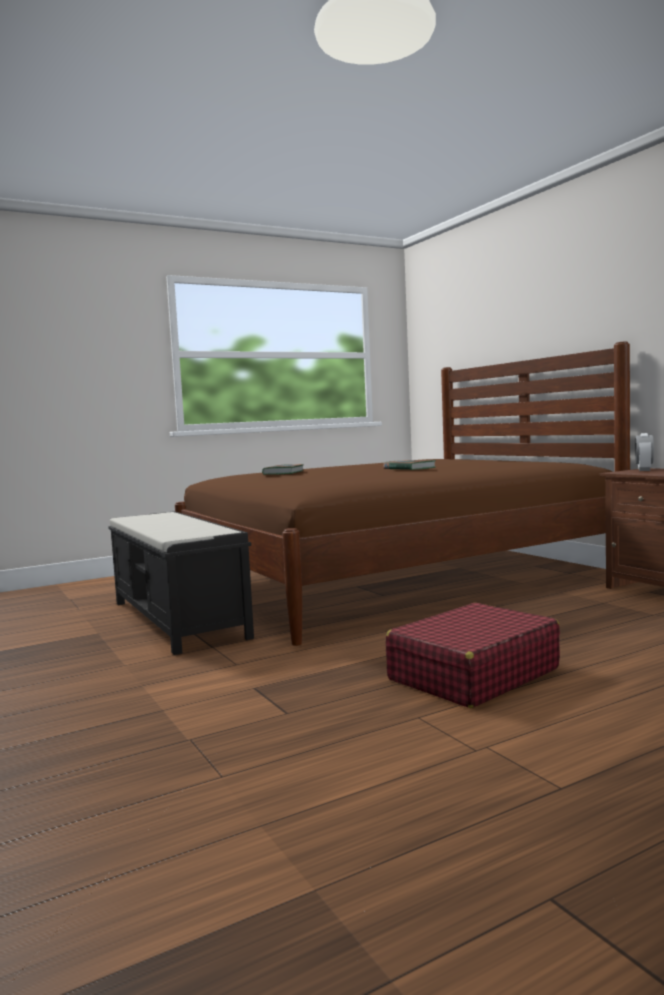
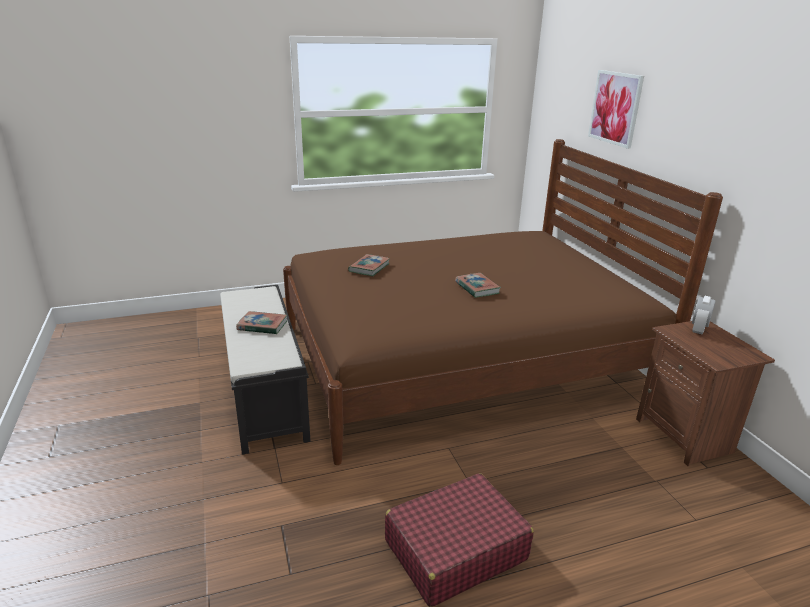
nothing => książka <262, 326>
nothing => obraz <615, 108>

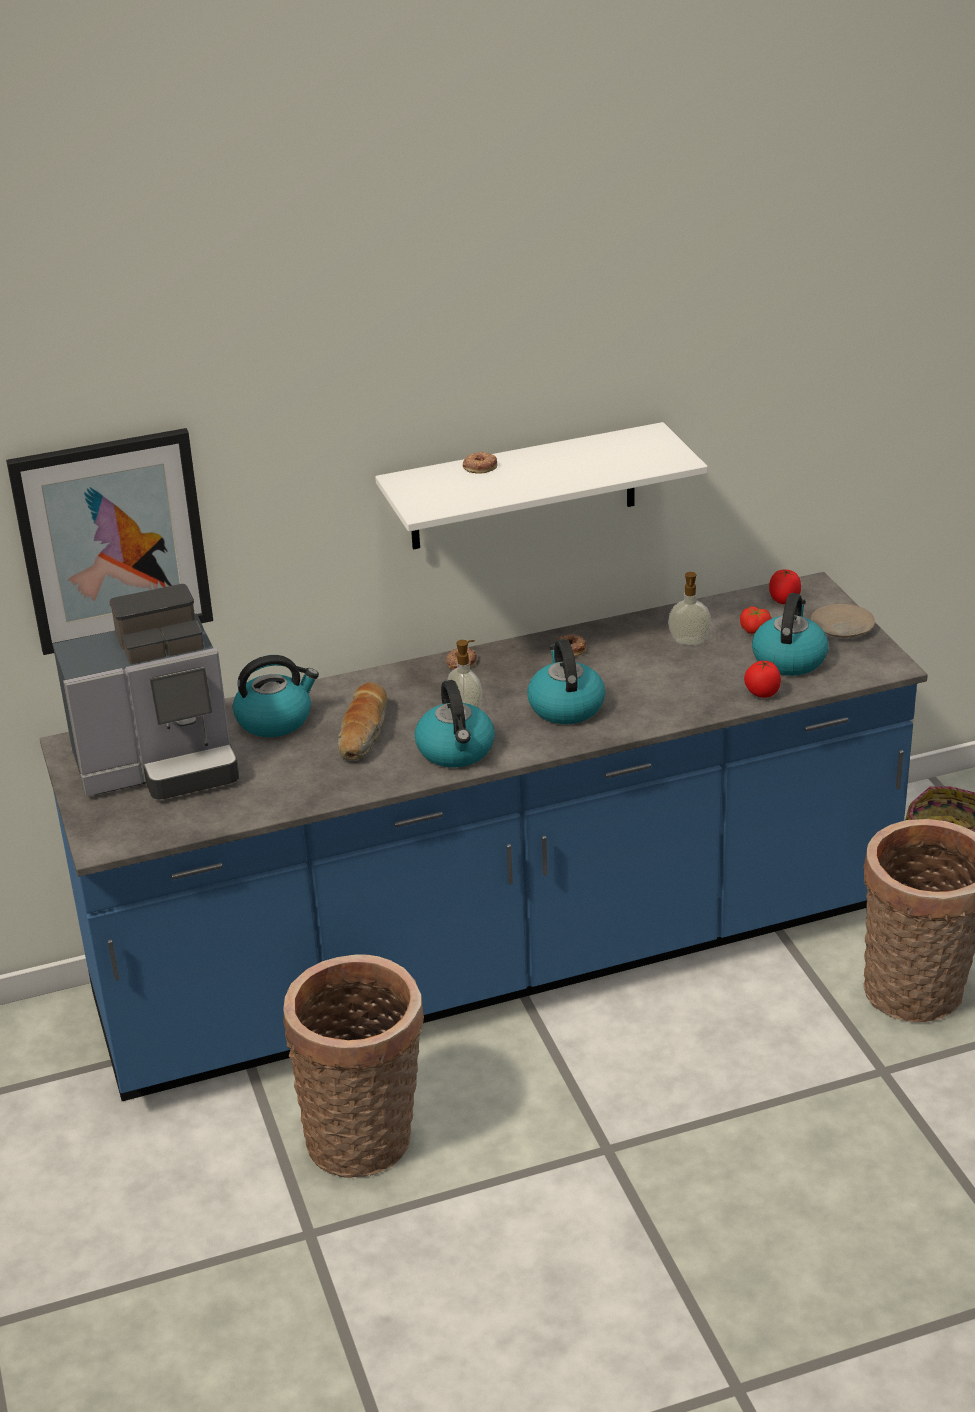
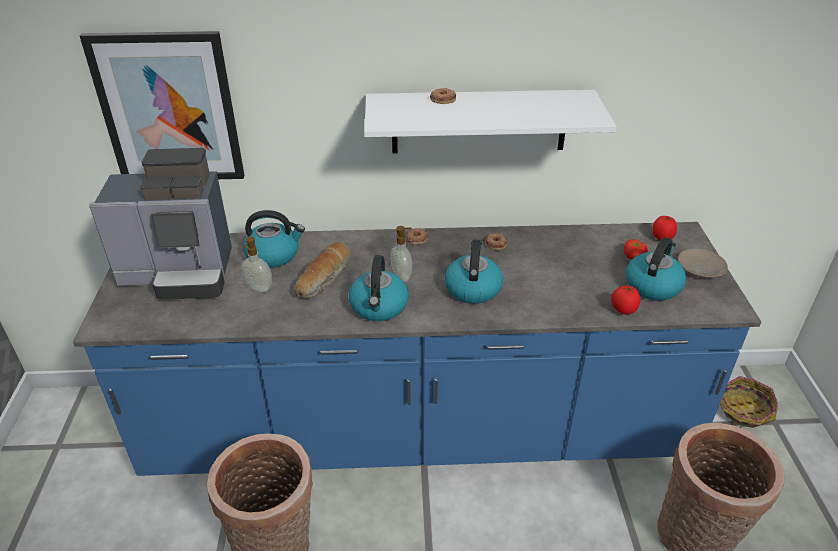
dozownik mydła <689, 642> => dozownik mydła <258, 288>, moved

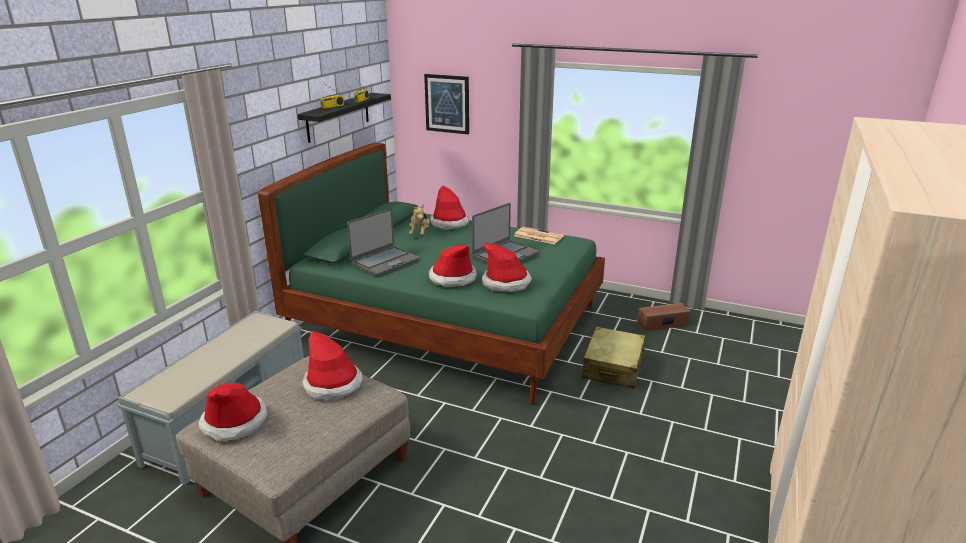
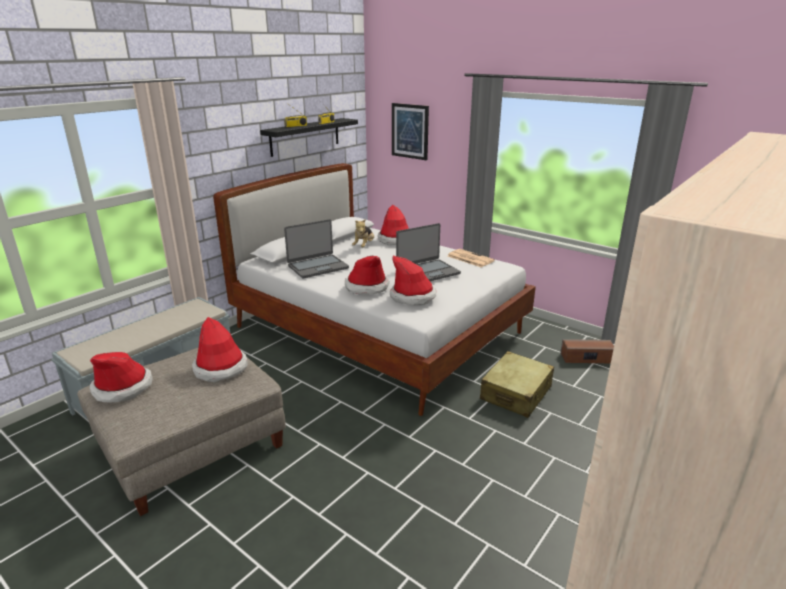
łóżko [zielony] <448, 323> => łóżko [biały] <379, 330>

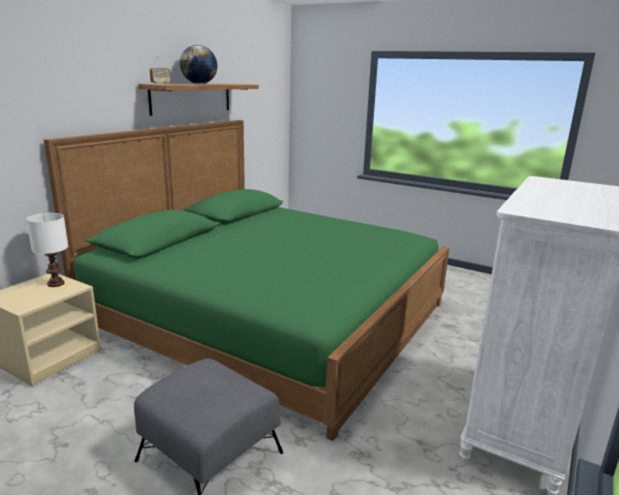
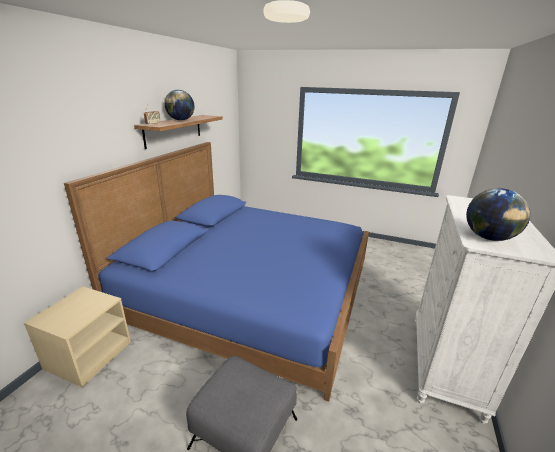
lampa stołowa [biały] <55, 284> => nothing
łóżko [zielony] <270, 315> => łóżko [niebieski] <250, 291>
nothing => globus <488, 237>

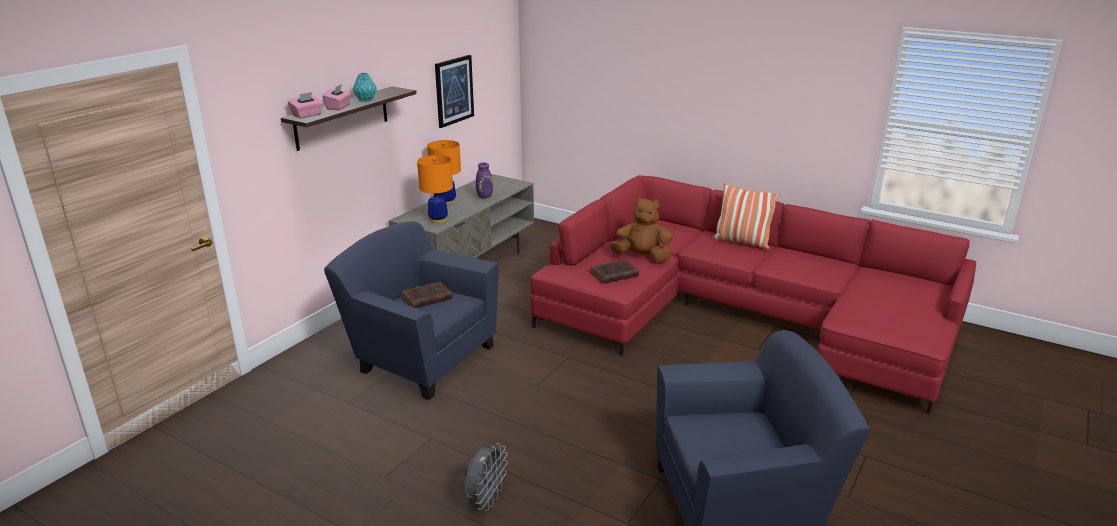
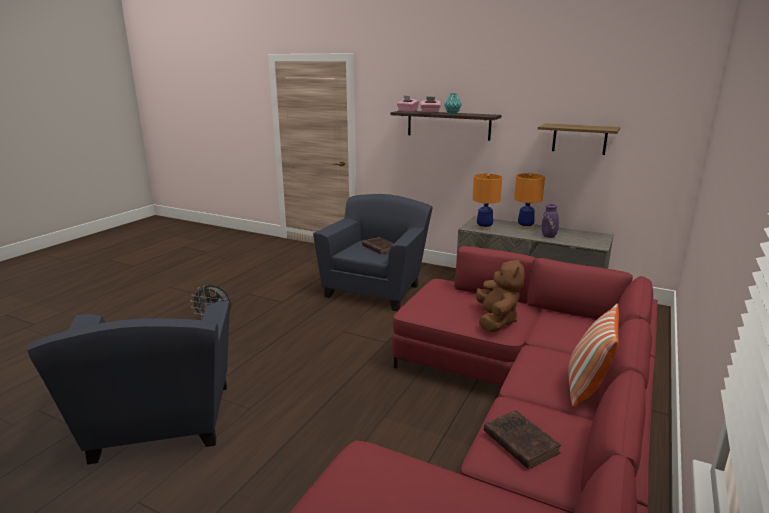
obraz <454, 90> => półka <579, 139>
książka [brązowy] <613, 274> => książka [brązowy] <519, 441>, moved

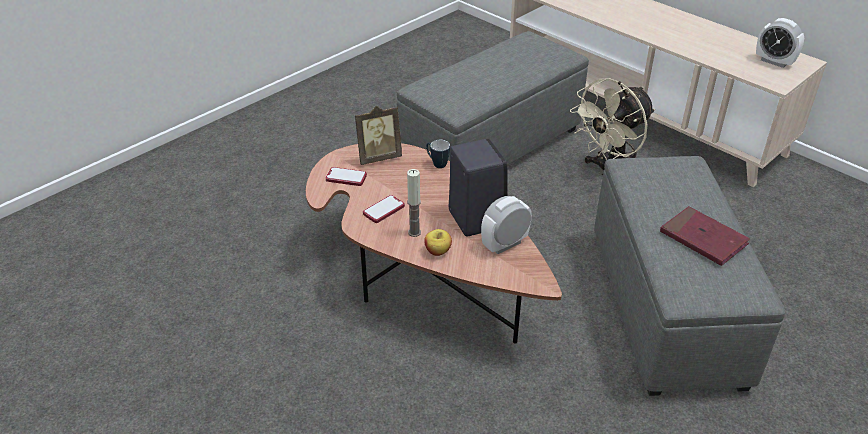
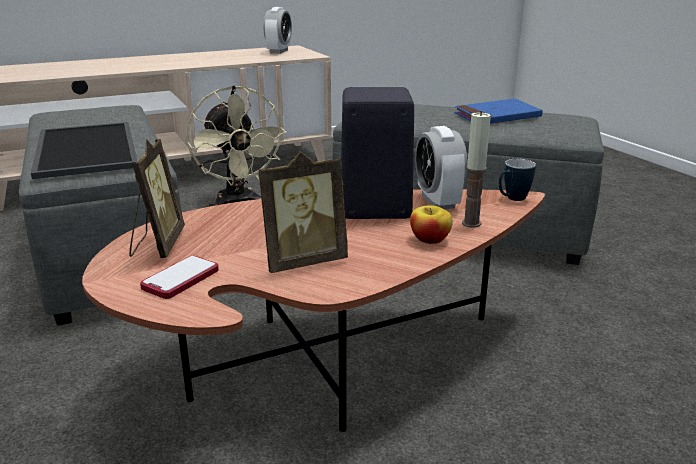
telefon <383, 210> => ramka na zdjęcie <303, 261>
świeca <414, 232> => świeca <471, 223>, moved
kubek <437, 164> => kubek <512, 199>, moved
książka [czerwony] <703, 239> => książka [niebieski] <497, 116>
budzik <774, 61> => budzik <278, 51>, 45 degrees counterclockwise
nothing => taca <83, 149>

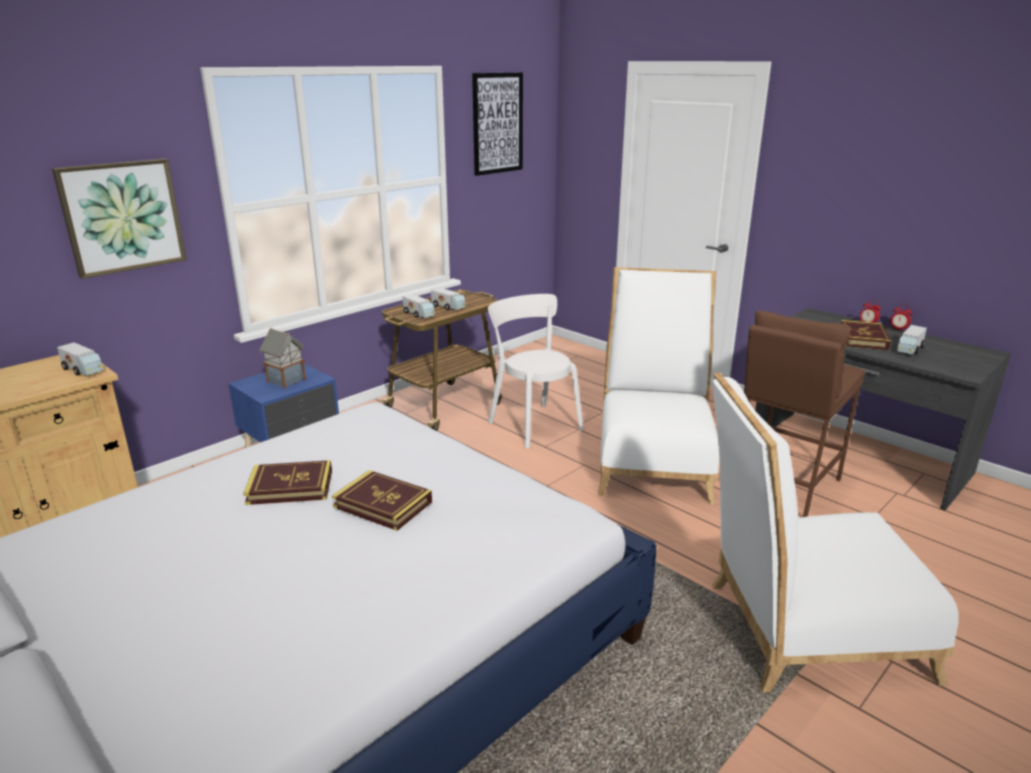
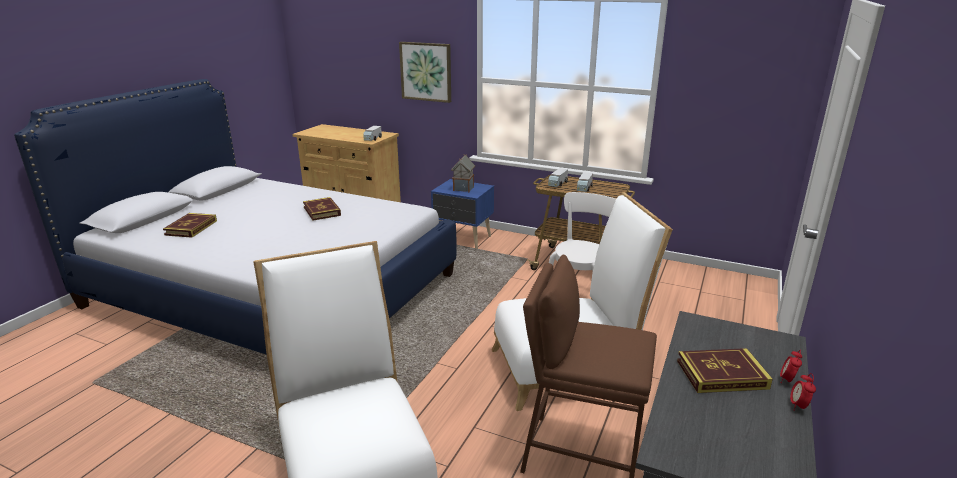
książka <383, 504> => książka <191, 228>, moved
obraz <497, 123> => nothing
ciężarówka zabawkowa <909, 349> => nothing

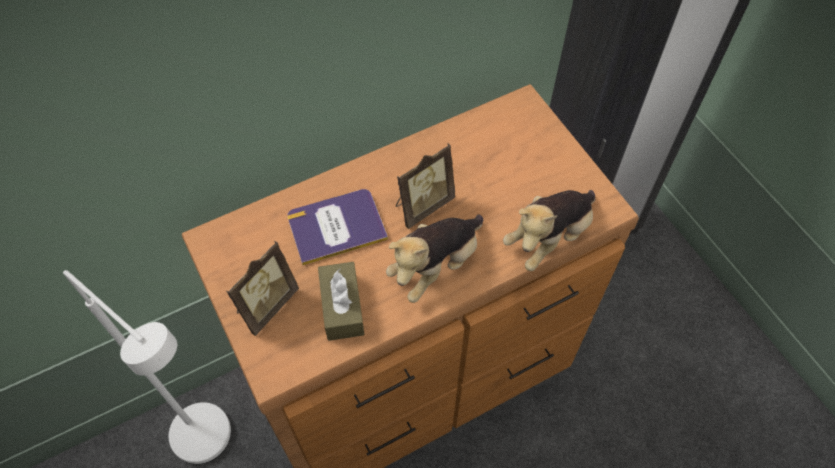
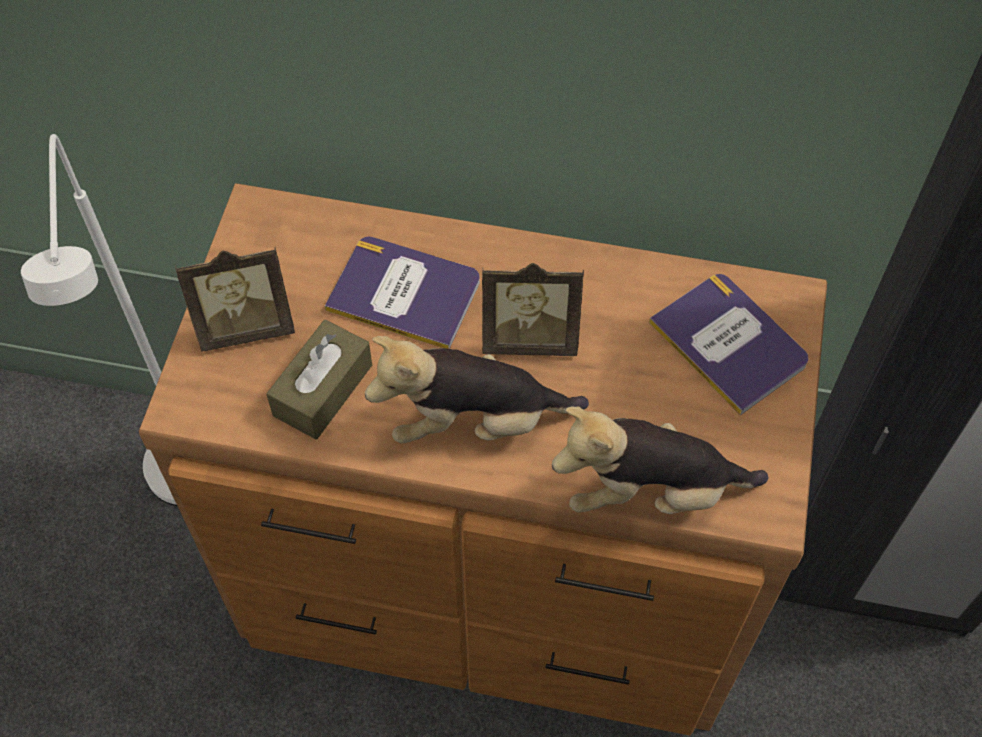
nothing => książka <729, 343>

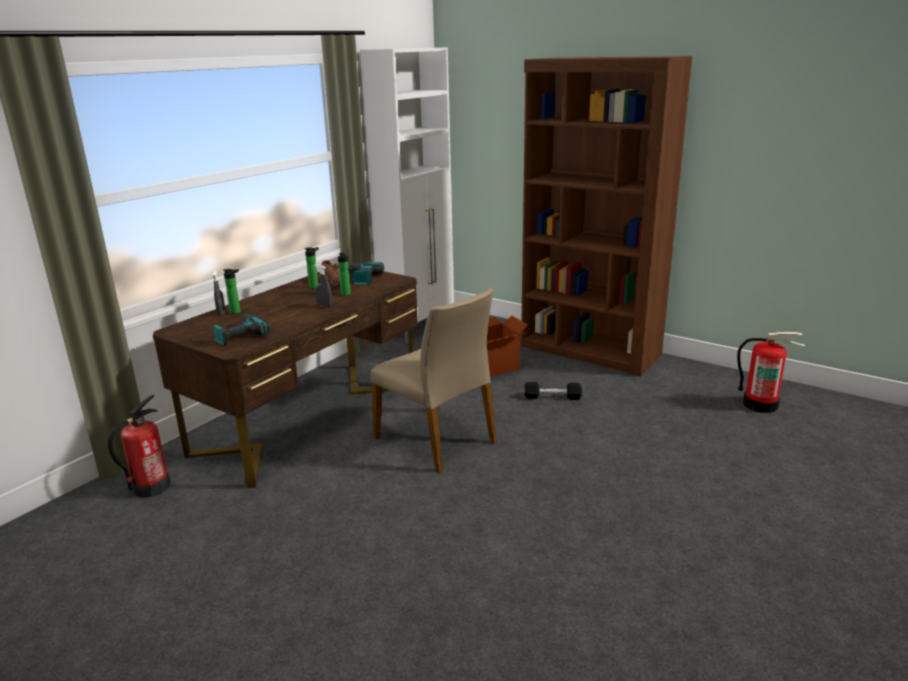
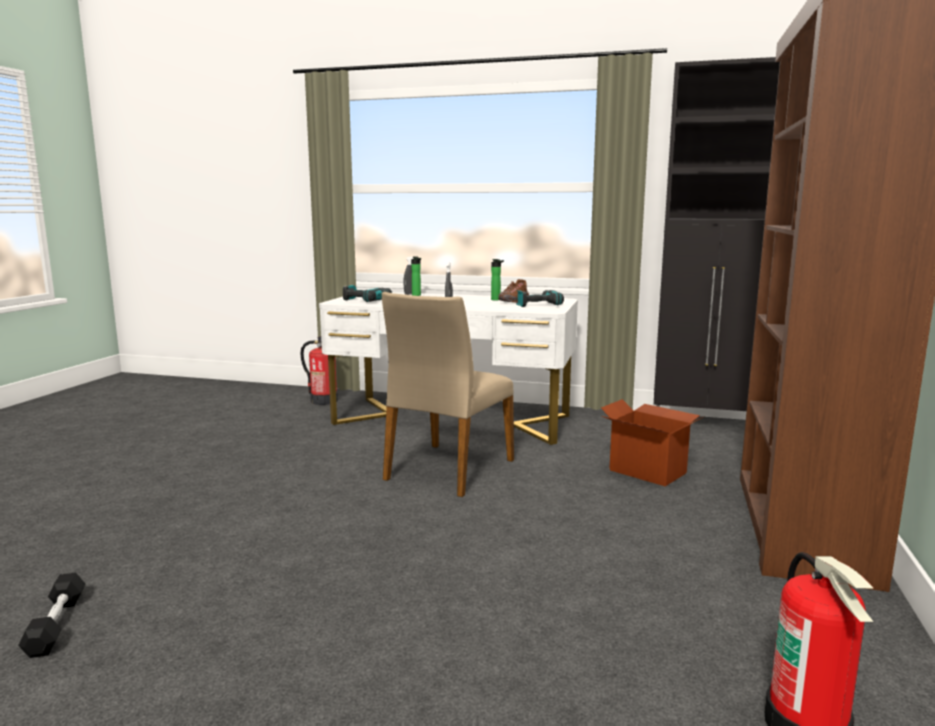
biurko [brązowy] <310, 418> => biurko [biały] <451, 420>
butelka <346, 294> => nothing
szafka [biały] <419, 328> => szafka [czarny] <705, 424>
hantel [czarny] <552, 397> => hantel [czarny] <56, 625>, moved

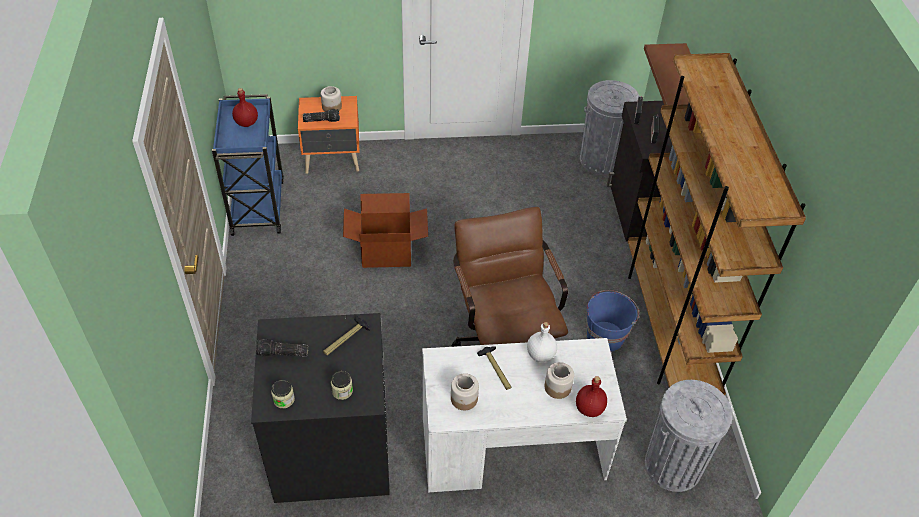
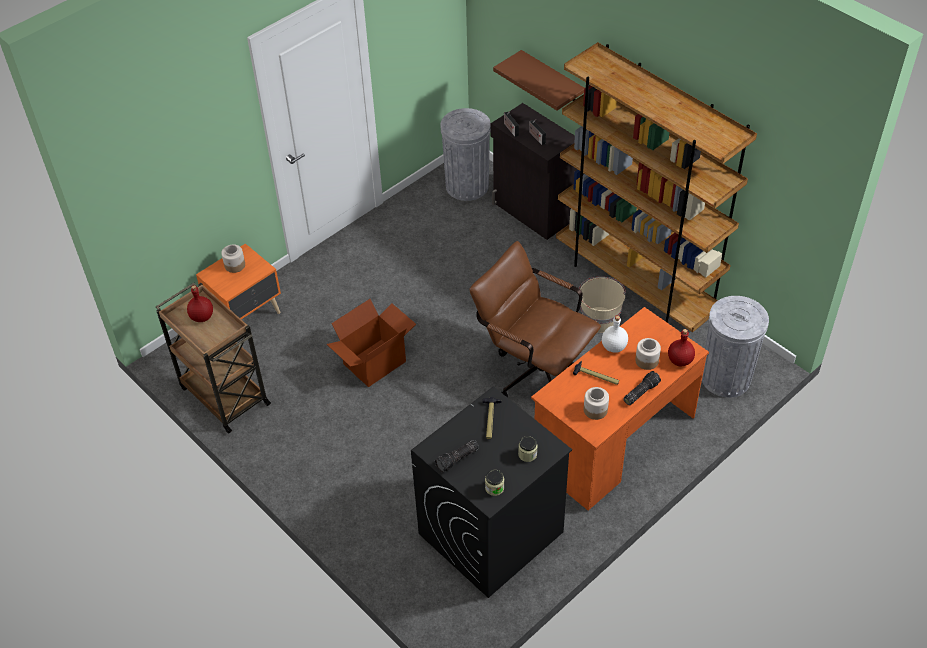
wózek [niebieski] <258, 205> => wózek [brązowy] <223, 395>
latarka <322, 120> => latarka <640, 392>, moved
biurko [biały] <512, 449> => biurko [pomarańczowy] <614, 441>
wiadro [niebieski] <605, 335> => wiadro [beżowy] <599, 319>

